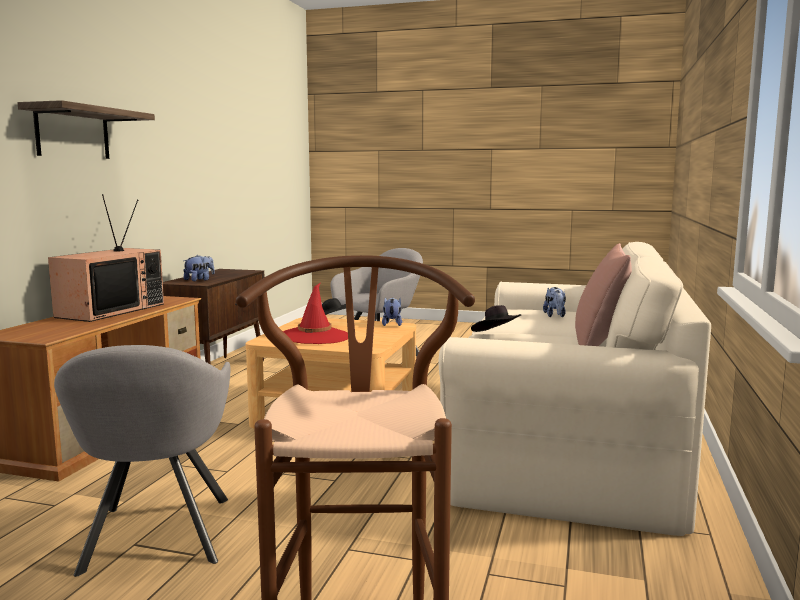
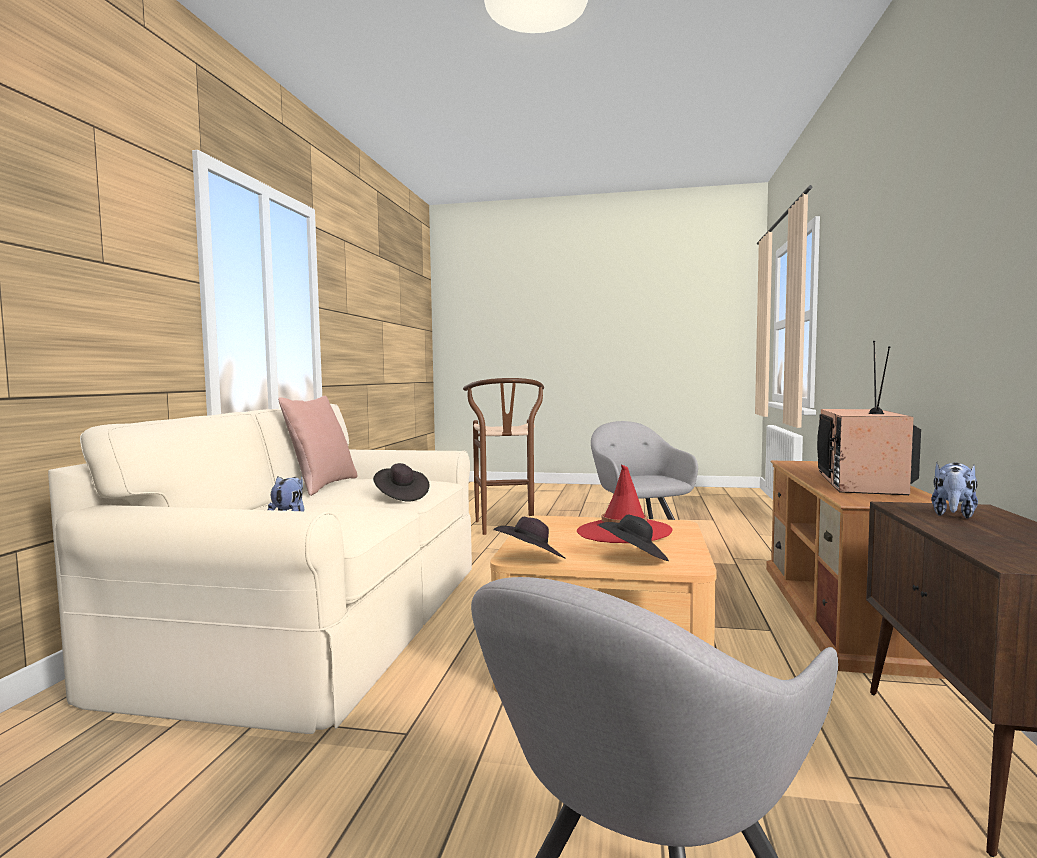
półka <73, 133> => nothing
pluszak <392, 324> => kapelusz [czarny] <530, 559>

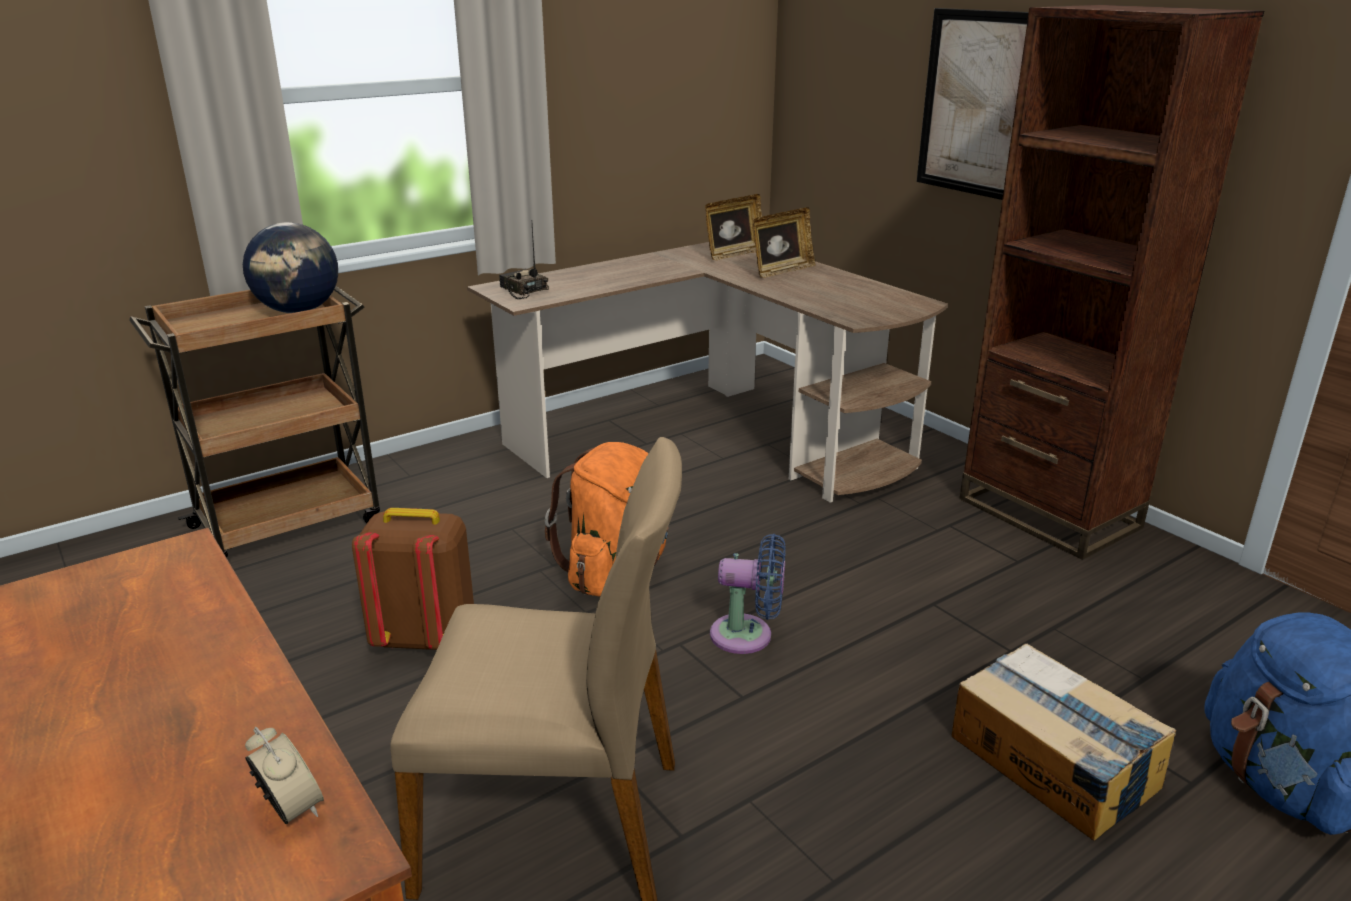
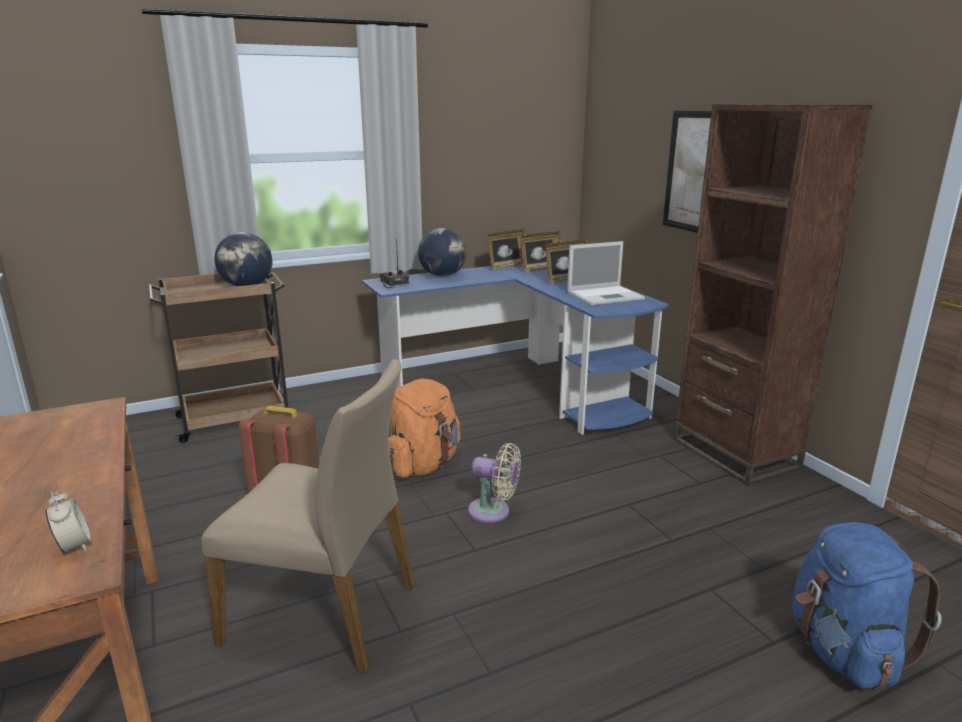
biurko [brązowy] <717, 437> => biurko [niebieski] <521, 389>
wentylator [niebieski] <748, 636> => wentylator [beżowy] <493, 512>
karton <1053, 763> => nothing
nothing => globus <442, 276>
nothing => ramka na zdjęcie <507, 267>
nothing => laptop <606, 296>

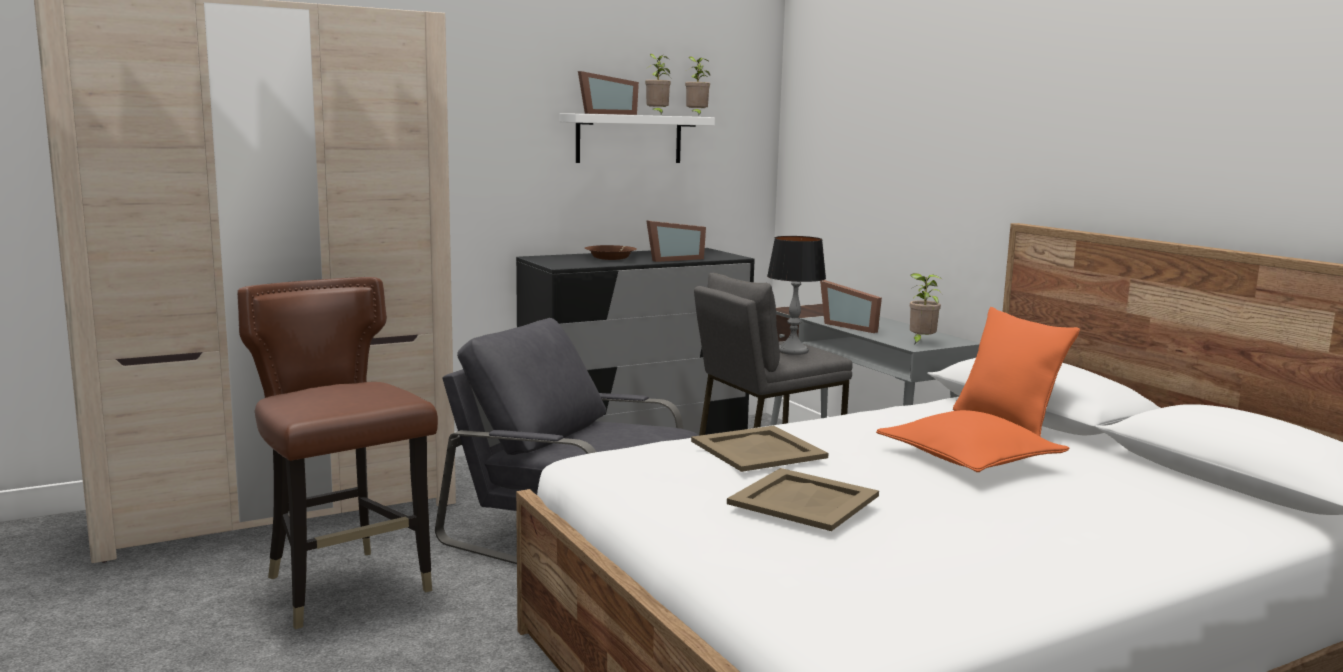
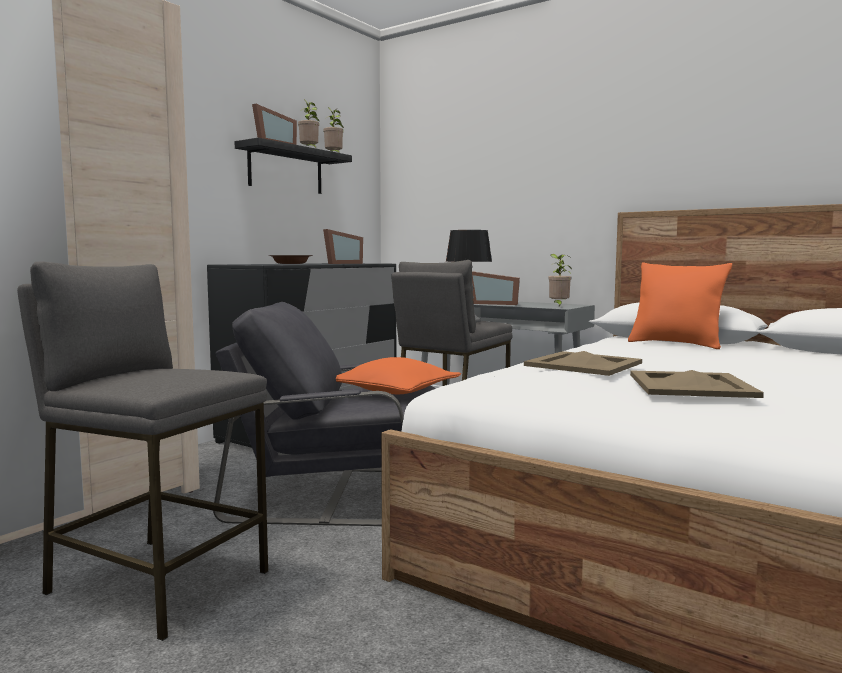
krzesło [brązowy] <345, 587> => stołek [szary] <158, 582>
półka [biały] <629, 139> => półka [czarny] <286, 170>
poduszka [pomarańczowy] <969, 460> => poduszka [pomarańczowy] <395, 391>, moved

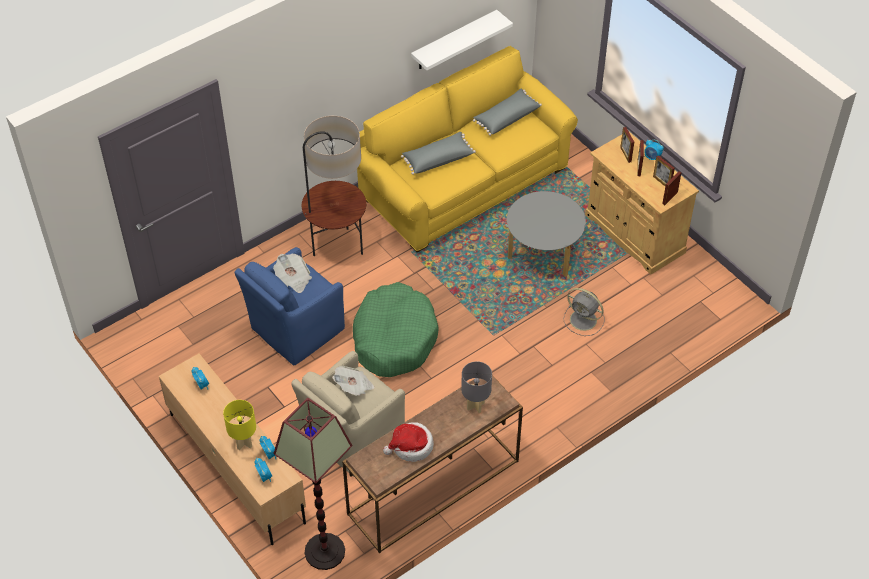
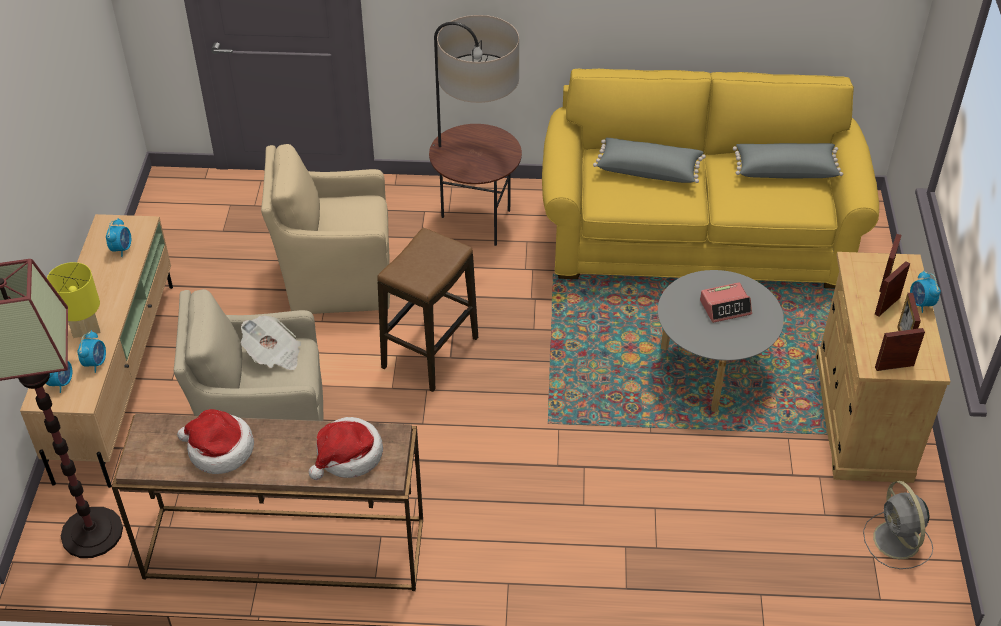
fotel [niebieski] <295, 330> => fotel [beżowy] <336, 279>
gazeta <293, 279> => nothing
legowisko [zielony] <394, 338> => stołek <430, 353>
półka [biały] <454, 40> => nothing
lampa stołowa [szary] <476, 406> => kapelusz <348, 456>
wentylator [szary] <584, 320> => wentylator [szary] <897, 542>, moved
nothing => budzik <725, 307>

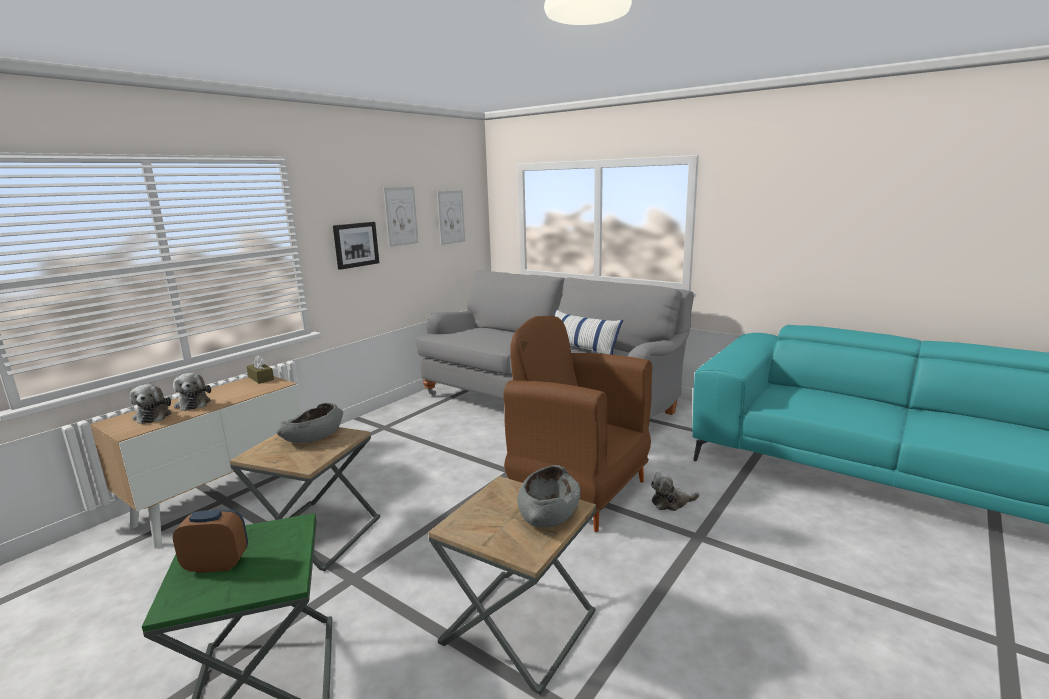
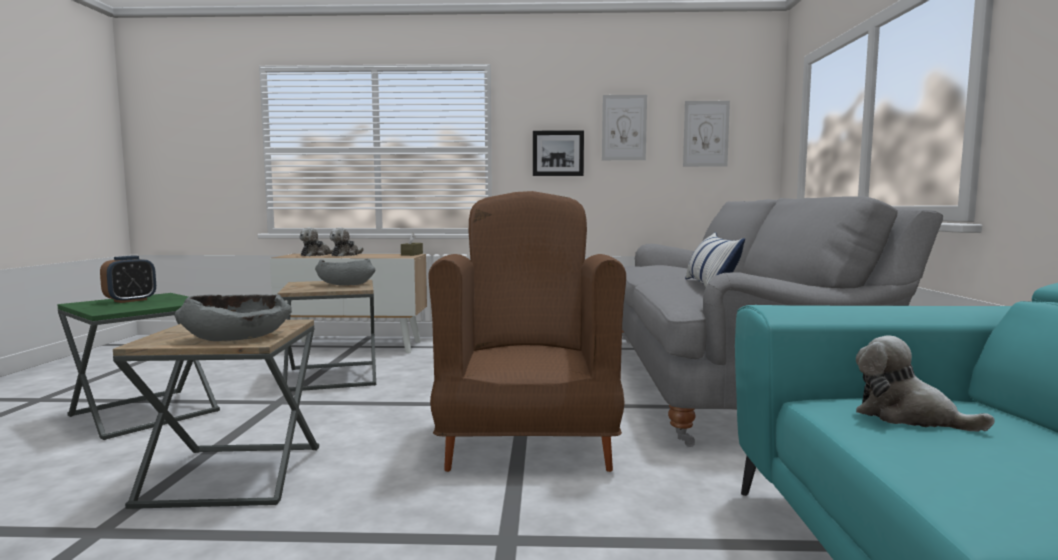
budzik <217, 565> => budzik <130, 300>, 75 degrees clockwise
pluszak <671, 502> => pluszak <908, 417>, moved

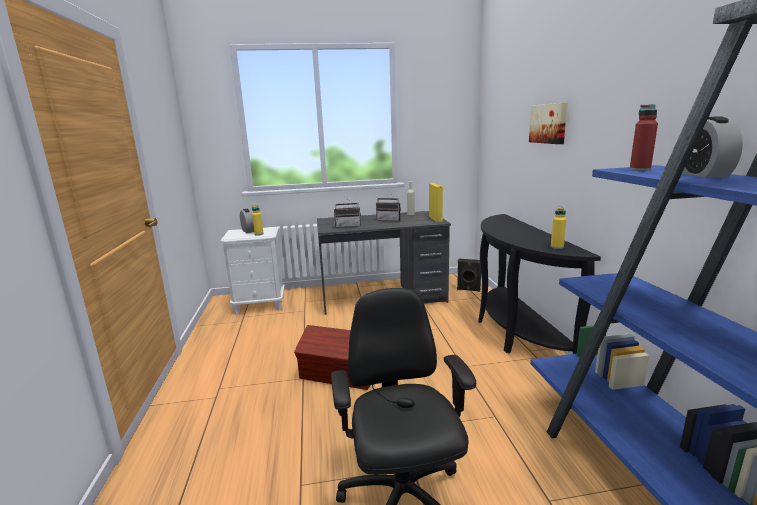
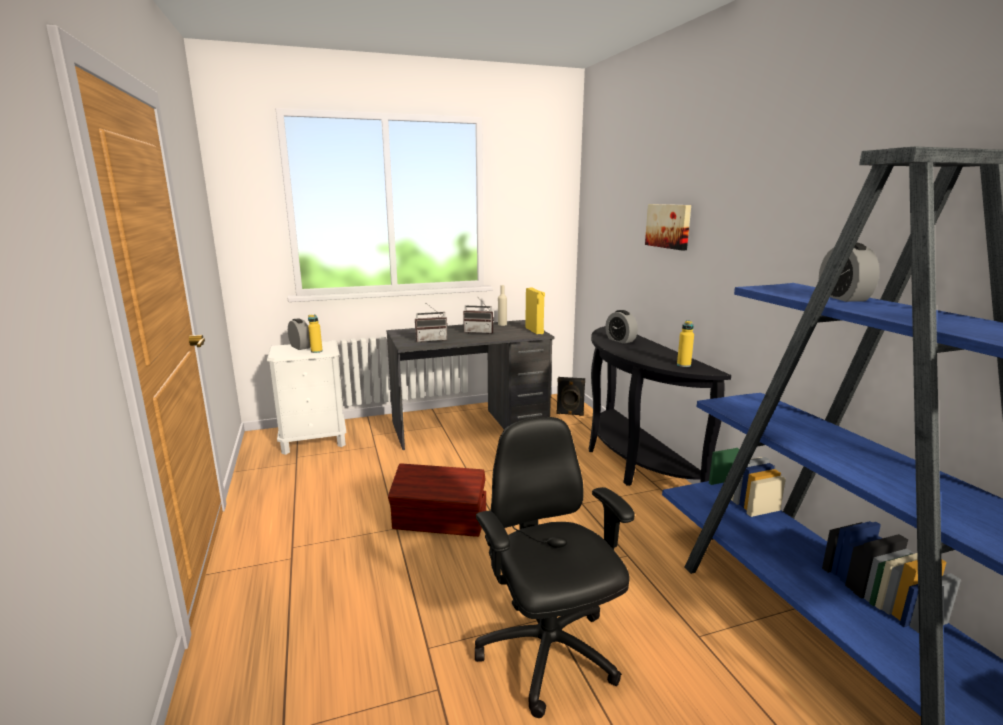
butelka [czerwony] <639, 169> => nothing
nothing => budzik <620, 340>

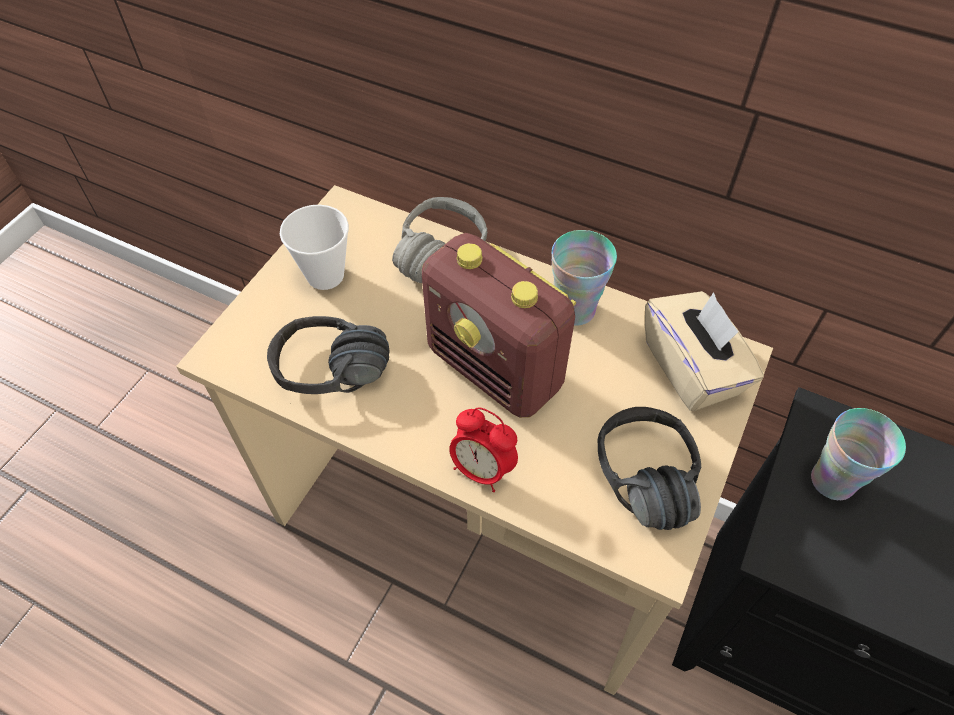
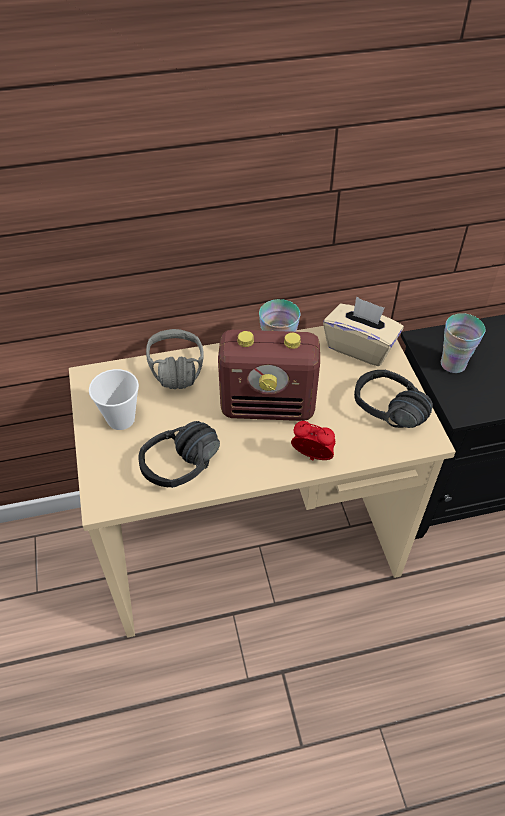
budzik <482, 469> => budzik <312, 457>, 150 degrees counterclockwise

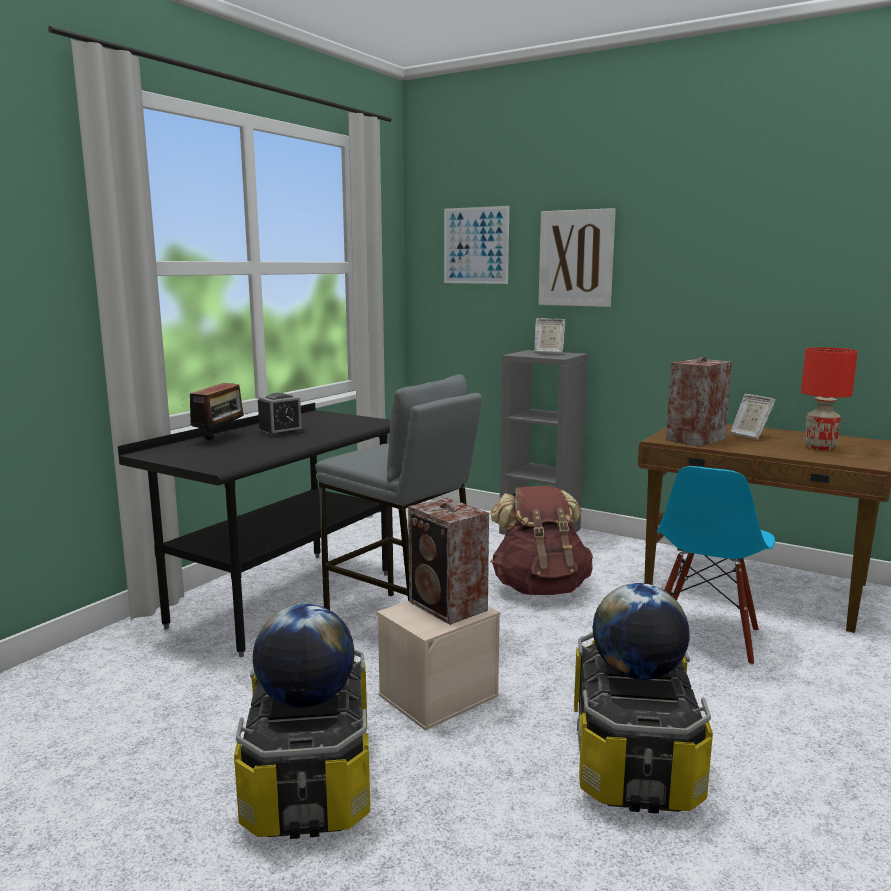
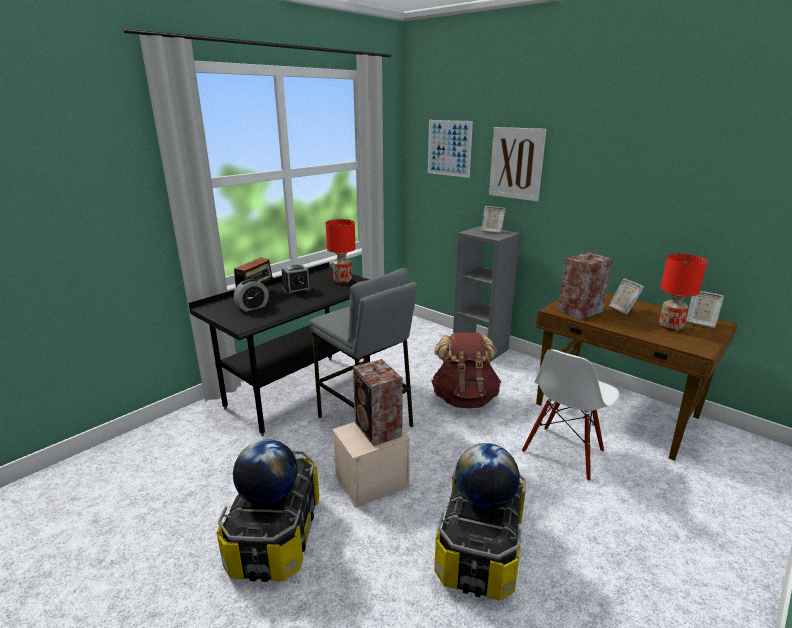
krzesło [niebieski] <705, 636> => krzesło [biały] <564, 452>
nothing => budzik <252, 307>
nothing => lampa stołowa [czerwony] <343, 281>
nothing => ramka na zdjęcie <700, 323>

